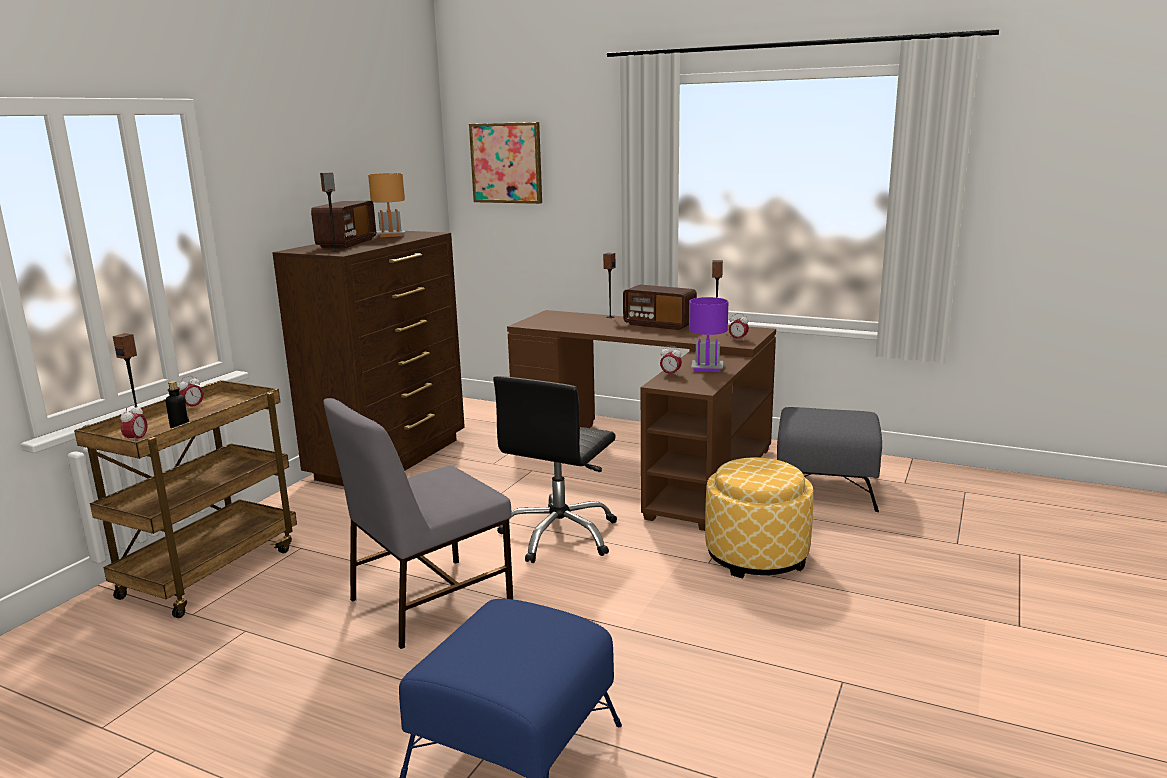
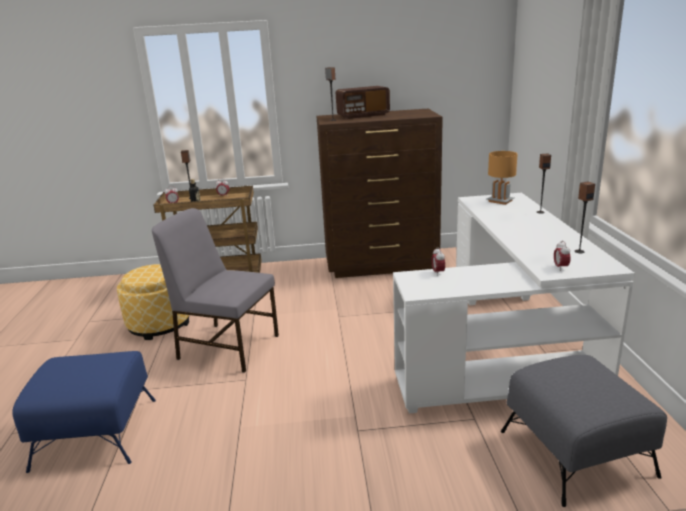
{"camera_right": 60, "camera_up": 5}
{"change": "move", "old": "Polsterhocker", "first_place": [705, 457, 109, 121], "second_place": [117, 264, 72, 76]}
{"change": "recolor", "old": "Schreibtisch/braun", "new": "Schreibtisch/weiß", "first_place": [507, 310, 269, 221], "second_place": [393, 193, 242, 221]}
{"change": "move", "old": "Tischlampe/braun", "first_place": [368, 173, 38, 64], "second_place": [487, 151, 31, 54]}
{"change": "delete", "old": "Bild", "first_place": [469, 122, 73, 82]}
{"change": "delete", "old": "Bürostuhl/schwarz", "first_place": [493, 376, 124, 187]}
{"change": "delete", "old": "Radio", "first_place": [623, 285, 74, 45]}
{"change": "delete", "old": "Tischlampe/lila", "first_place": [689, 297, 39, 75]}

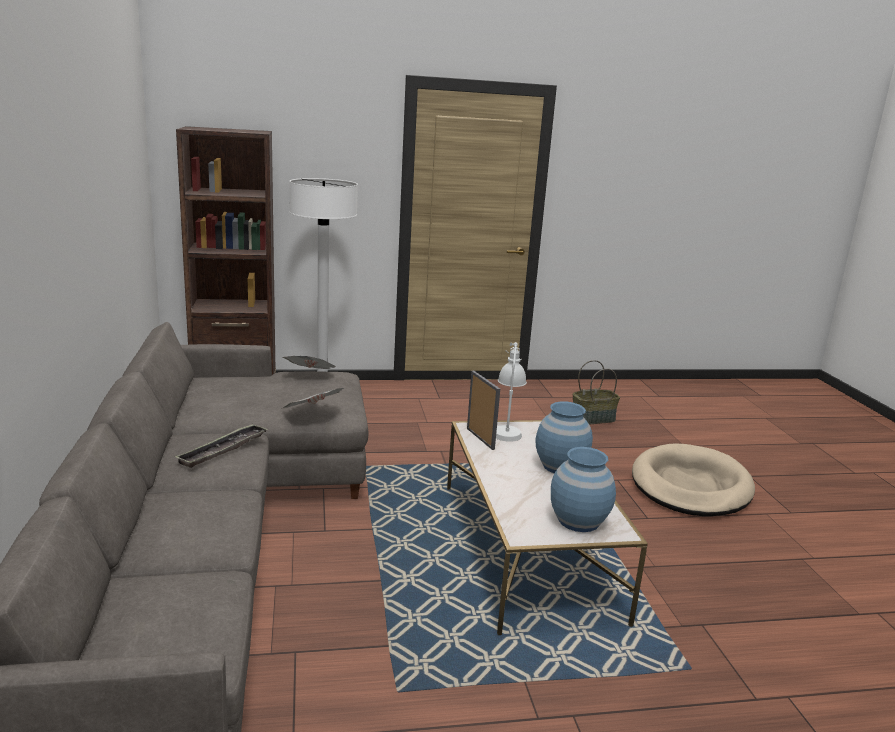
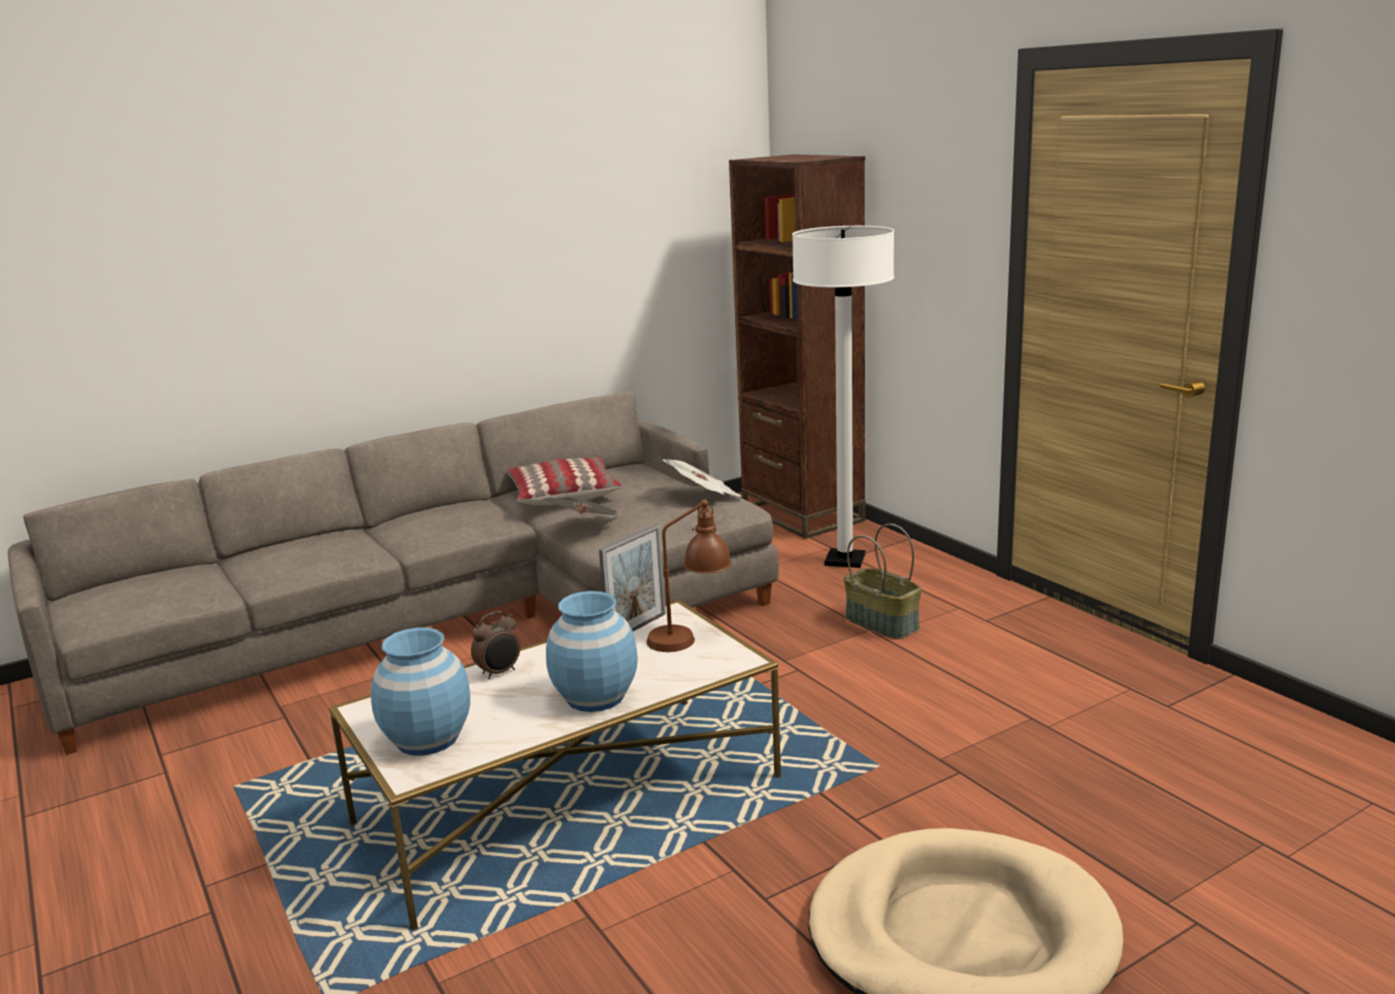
{"camera_right": 70, "camera_up": 0}
{"change": "insert", "new": "Wecker", "second_place": [471, 611, 49, 69]}
{"change": "insert", "new": "Kissen", "second_place": [506, 457, 116, 48]}
{"change": "recolor", "old": "Tischlampe/weiß", "new": "Tischlampe/braun", "first_place": [496, 342, 31, 100], "second_place": [646, 498, 86, 154]}
{"change": "move", "old": "Korb", "first_place": [573, 360, 47, 64], "second_place": [844, 524, 78, 115]}
{"change": "delete", "old": "Tablett", "first_place": [175, 424, 93, 44]}

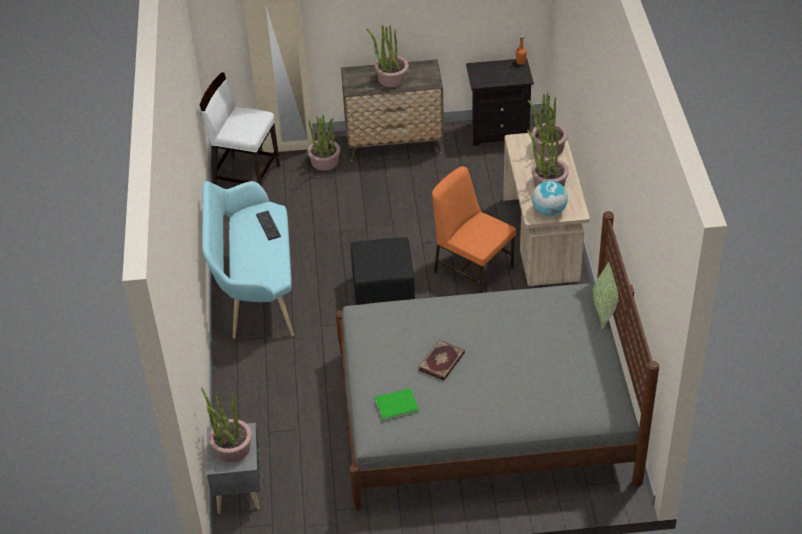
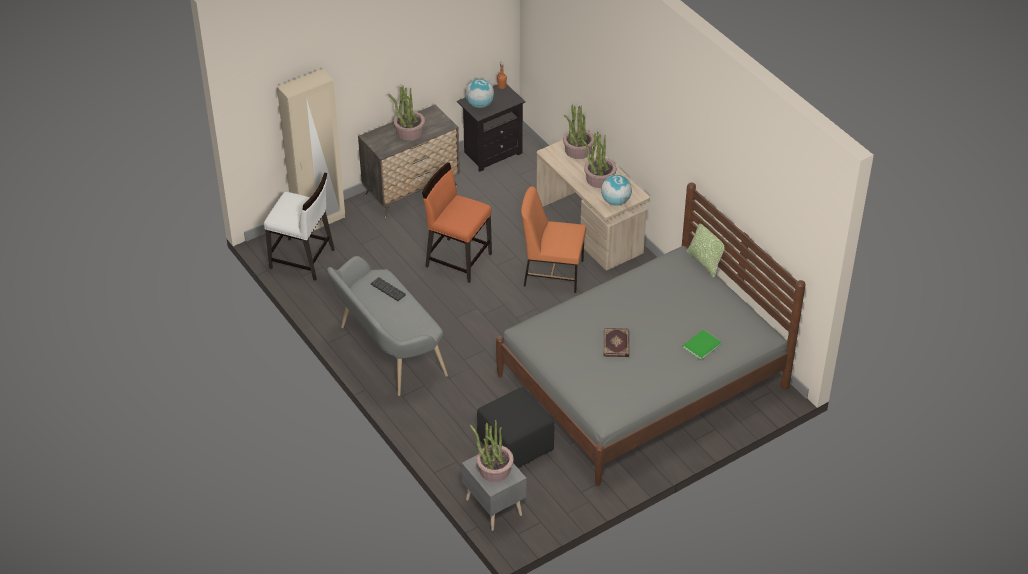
{"camera_right": -30, "camera_up": 0}
{"change": "rotate", "old": "Stuhl/weiß", "first_place": [200, 72, 80, 115], "second_place": [264, 172, 71, 109], "degrees": -150}
{"change": "recolor", "old": "Bank/türkis", "new": "Bank/grau", "first_place": [202, 181, 92, 158], "second_place": [327, 256, 121, 140]}
{"change": "insert", "new": "Stuhl/orange", "second_place": [422, 162, 70, 121]}
{"change": "insert", "new": "Globus", "second_place": [465, 79, 29, 29]}
{"change": "move", "old": "Polsterhocker/schwarz", "first_place": [351, 237, 64, 68], "second_place": [477, 387, 77, 81]}
{"change": "move", "old": "Buch/grün", "first_place": [375, 388, 44, 33], "second_place": [682, 330, 39, 30]}
{"change": "delete", "old": "Topfpflanze", "first_place": [307, 115, 33, 56]}

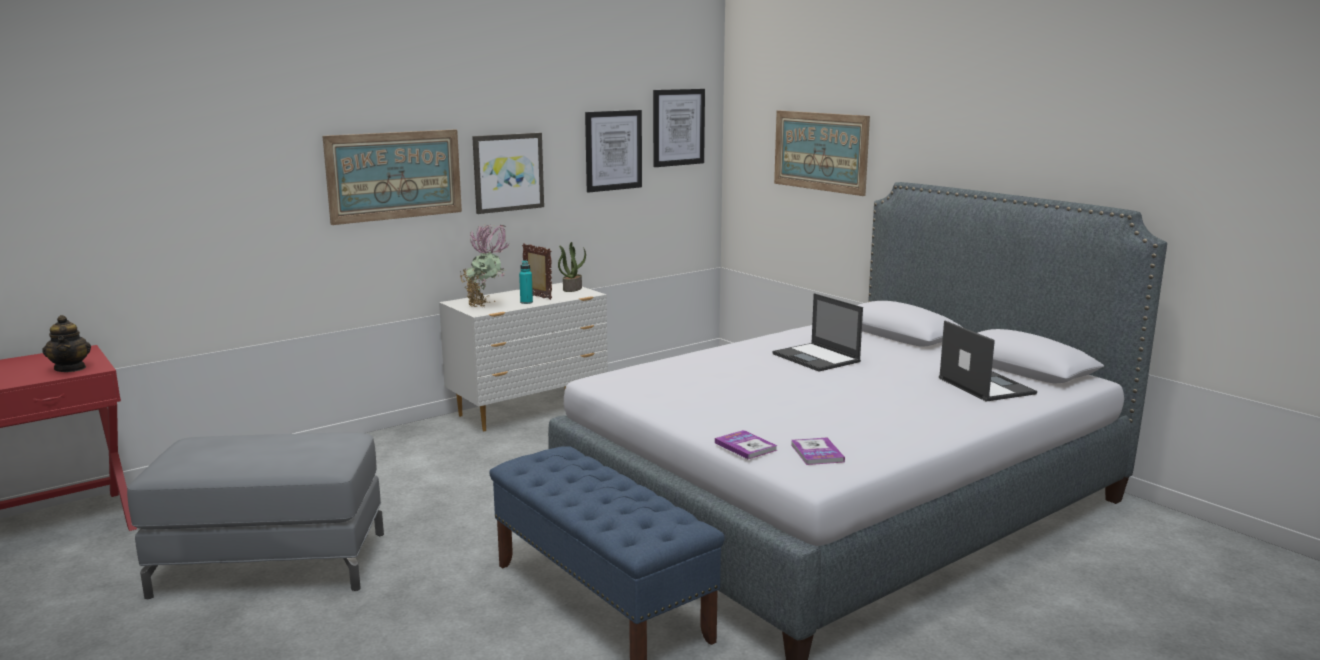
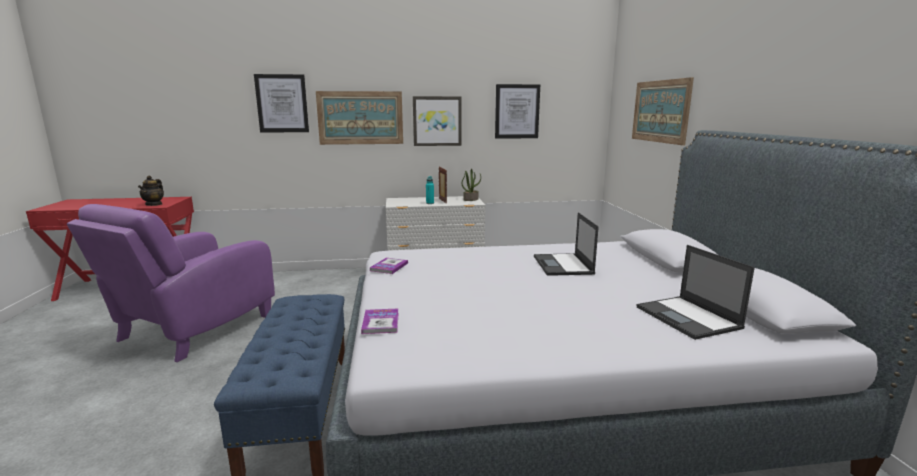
{"camera_right": 30, "camera_up": 0}
{"change": "replace", "old": "Polsterhocker/grau", "new": "Sessel/lila", "first_place": [127, 433, 257, 166], "second_place": [67, 204, 208, 158]}
{"change": "move", "old": "Bild", "first_place": [653, 89, 52, 78], "second_place": [254, 74, 55, 59]}
{"change": "move", "old": "Buch", "first_place": [791, 438, 54, 27], "second_place": [369, 258, 39, 16]}
{"change": "rotate", "old": "Laptop", "first_place": [939, 321, 98, 81], "second_place": [637, 245, 118, 95], "degrees": 150}
{"change": "delete", "old": "Topfpflanze", "first_place": [460, 225, 50, 82]}

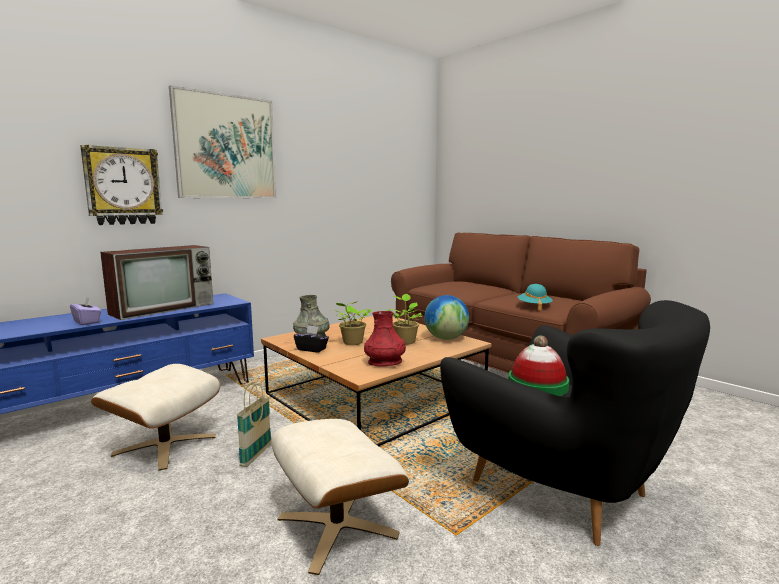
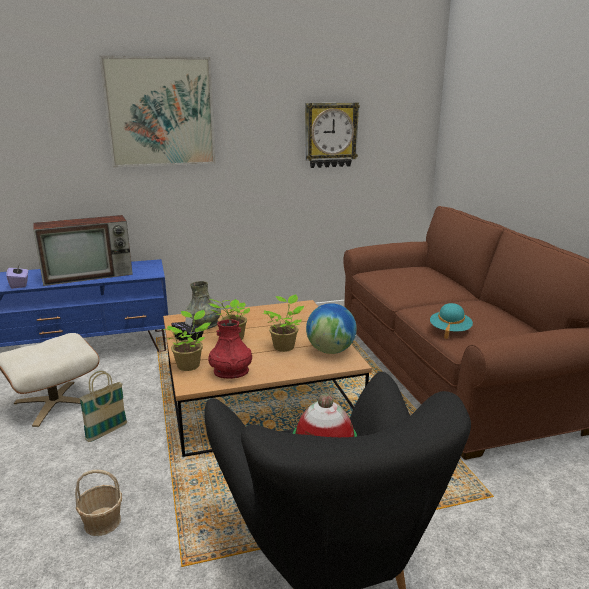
{"camera_right": 25, "camera_up": 10}
{"change": "replace", "old": "Polsterhocker/beige", "new": "Korb", "first_place": [271, 419, 138, 156], "second_place": [75, 470, 47, 66]}
{"change": "insert", "new": "Topfpflanze", "second_place": [163, 310, 48, 61]}
{"change": "move", "old": "Wanduhr", "first_place": [80, 145, 83, 80], "second_place": [305, 103, 55, 65]}

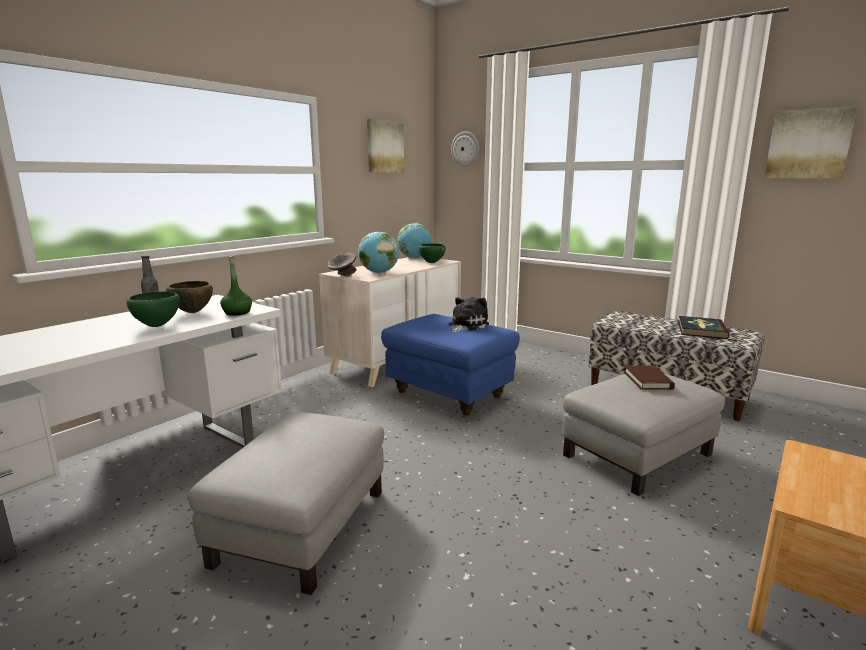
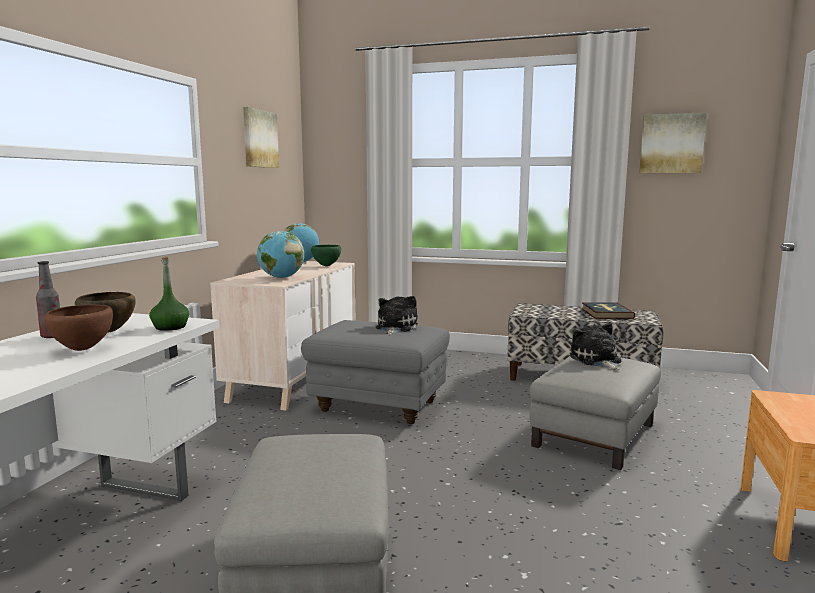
{"camera_right": -20, "camera_up": -5}
{"change": "recolor", "old": "Schüssel/grün", "new": "Schüssel/braun", "first_place": [127, 292, 53, 35], "second_place": [44, 305, 69, 46]}
{"change": "recolor", "old": "Polsterhocker/blau", "new": "Polsterhocker/grau", "first_place": [381, 314, 139, 101], "second_place": [301, 320, 149, 104]}
{"change": "replace", "old": "Buch/braun", "new": "Plüschtier", "first_place": [624, 365, 51, 25], "second_place": [570, 323, 51, 47]}
{"change": "delete", "old": "Schüssel/grau", "first_place": [327, 253, 30, 24]}
{"change": "delete", "old": "Wanduhr", "first_place": [451, 131, 28, 36]}

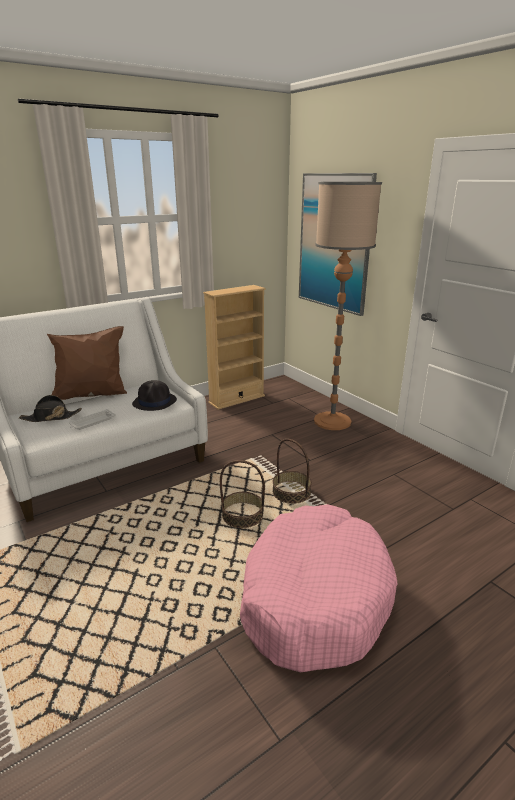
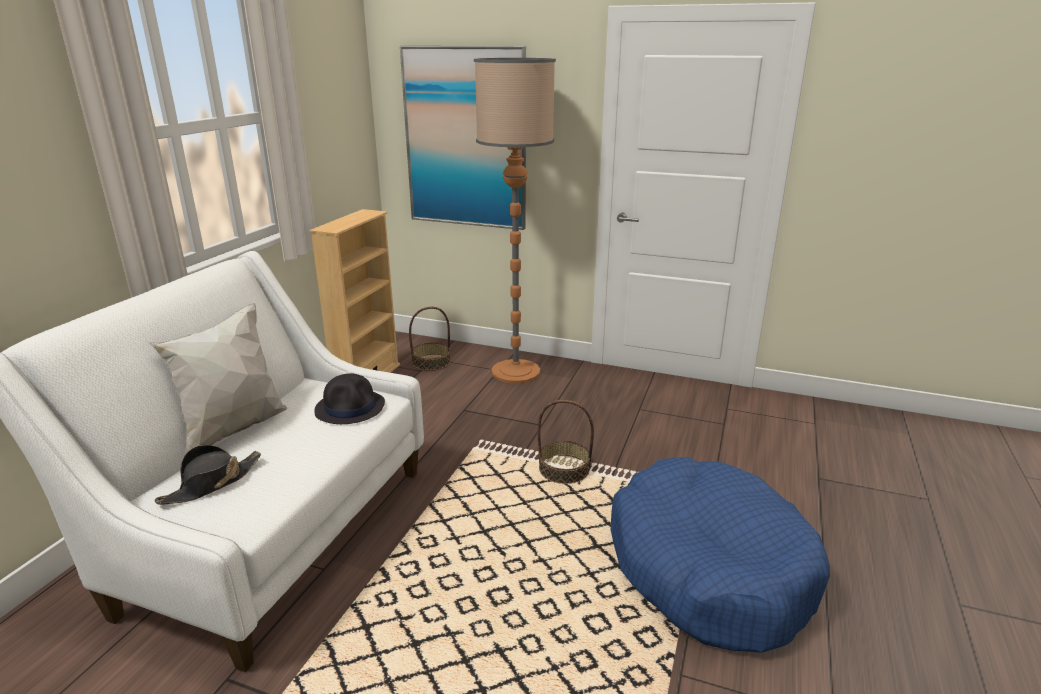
{"camera_right": -35, "camera_up": 0}
{"change": "recolor", "old": "Kissen/braun", "new": "Kissen/weiß", "first_place": [47, 326, 80, 74], "second_place": [149, 303, 138, 153]}
{"change": "move", "old": "Korb", "first_place": [220, 460, 45, 68], "second_place": [409, 307, 42, 64]}
{"change": "recolor", "old": "Hundebett/rosa", "new": "Hundebett/blau", "first_place": [240, 504, 158, 169], "second_place": [611, 457, 219, 195]}
{"change": "delete", "old": "Tablett/weiß", "first_place": [69, 409, 47, 21]}

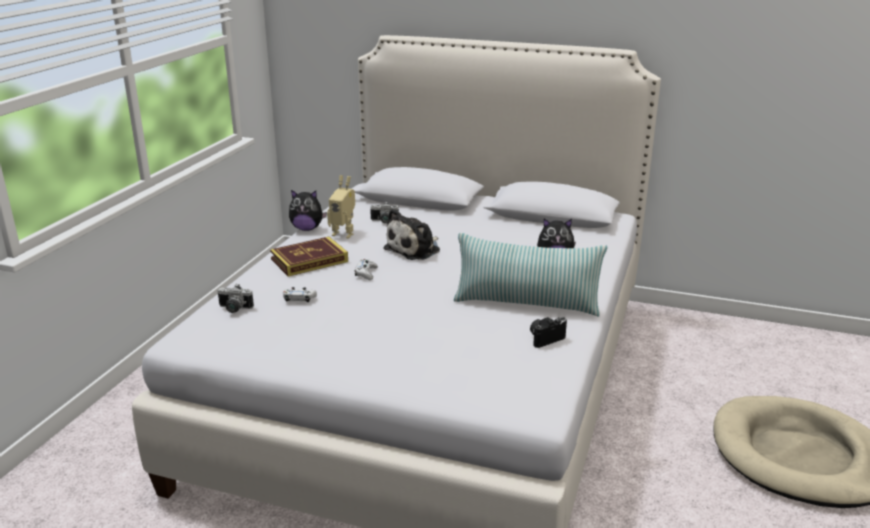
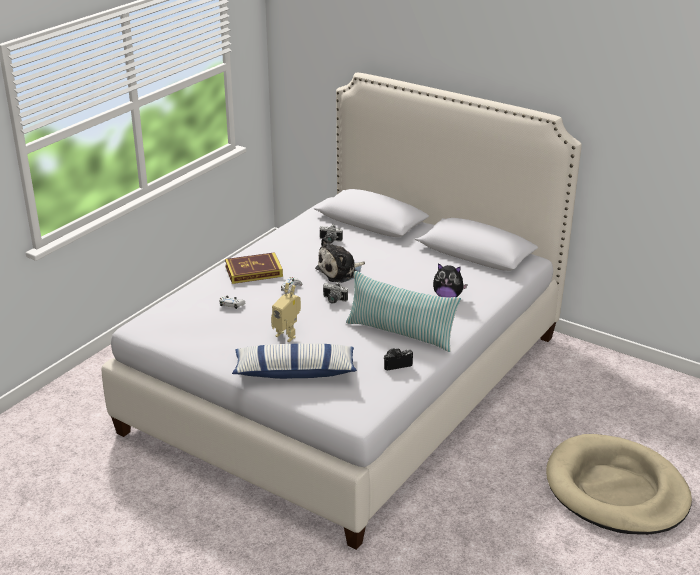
{"camera_right": 15, "camera_up": 5}
{"change": "insert", "new": "Kissen", "second_place": [232, 343, 125, 36]}
{"change": "move", "old": "Spielzeugroboter", "first_place": [327, 175, 28, 64], "second_place": [271, 283, 30, 59]}
{"change": "move", "old": "Kamera", "first_place": [218, 284, 36, 29], "second_place": [323, 282, 25, 21]}
{"change": "delete", "old": "Plüschtier", "first_place": [289, 190, 38, 41]}

